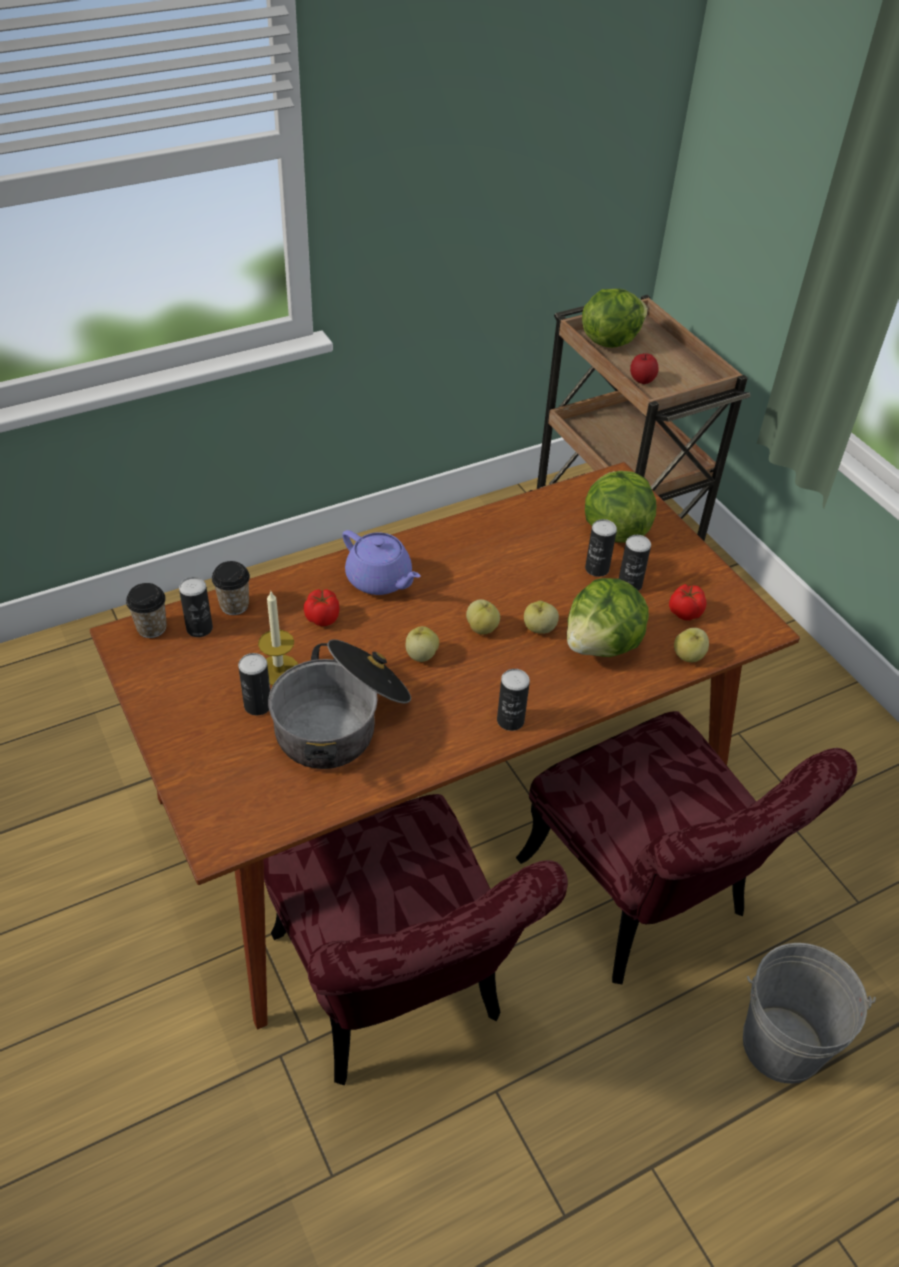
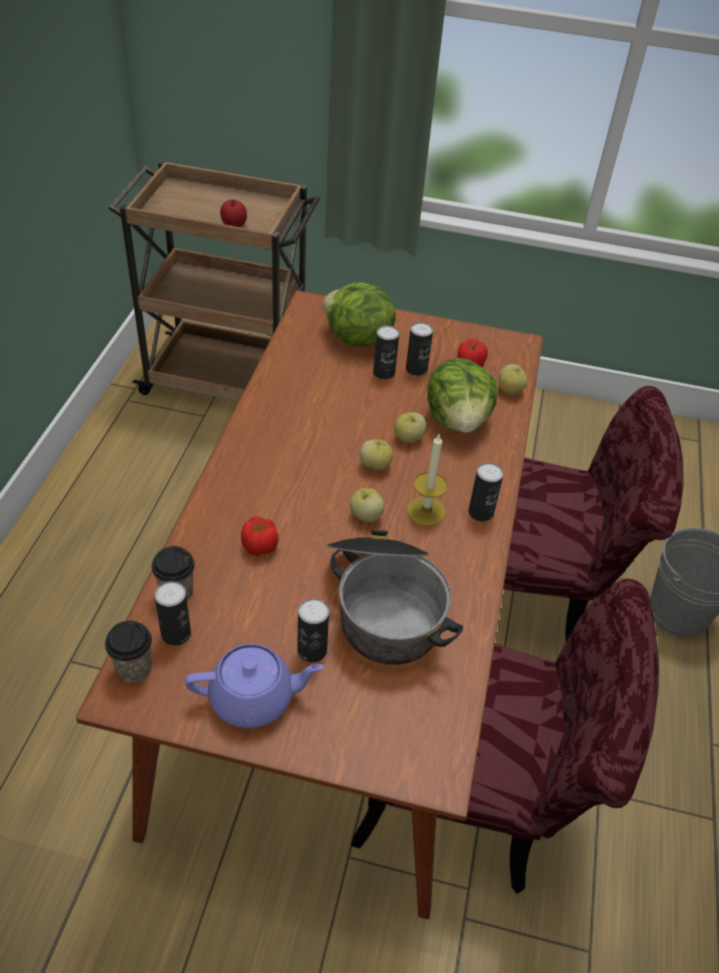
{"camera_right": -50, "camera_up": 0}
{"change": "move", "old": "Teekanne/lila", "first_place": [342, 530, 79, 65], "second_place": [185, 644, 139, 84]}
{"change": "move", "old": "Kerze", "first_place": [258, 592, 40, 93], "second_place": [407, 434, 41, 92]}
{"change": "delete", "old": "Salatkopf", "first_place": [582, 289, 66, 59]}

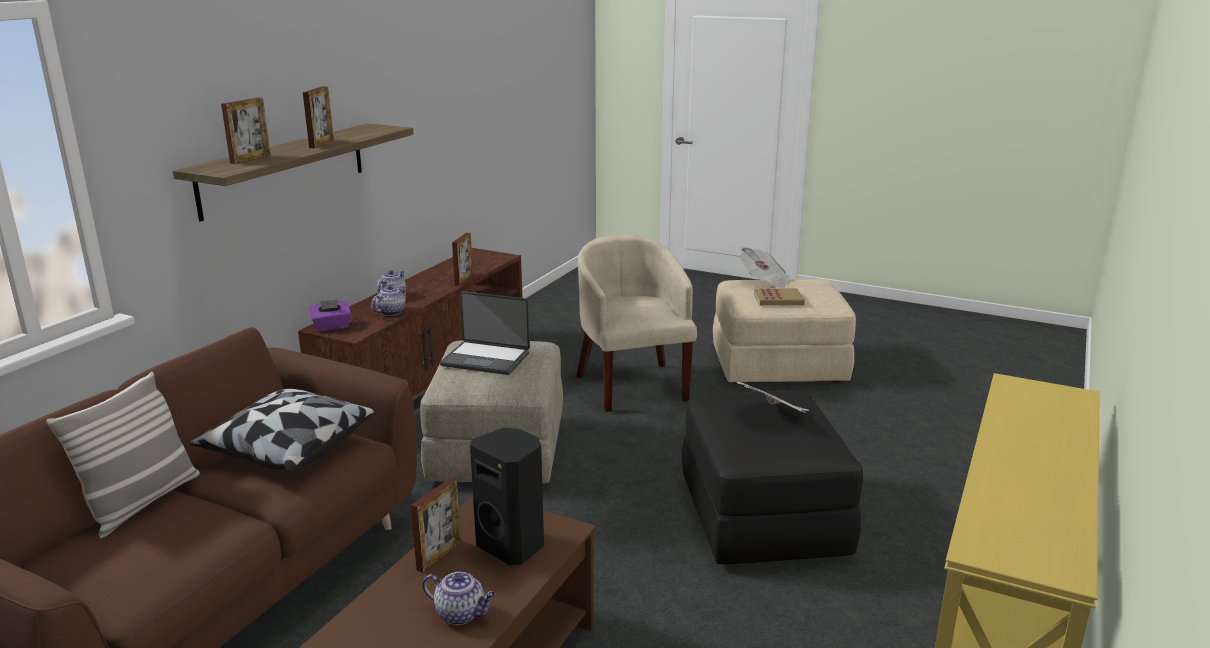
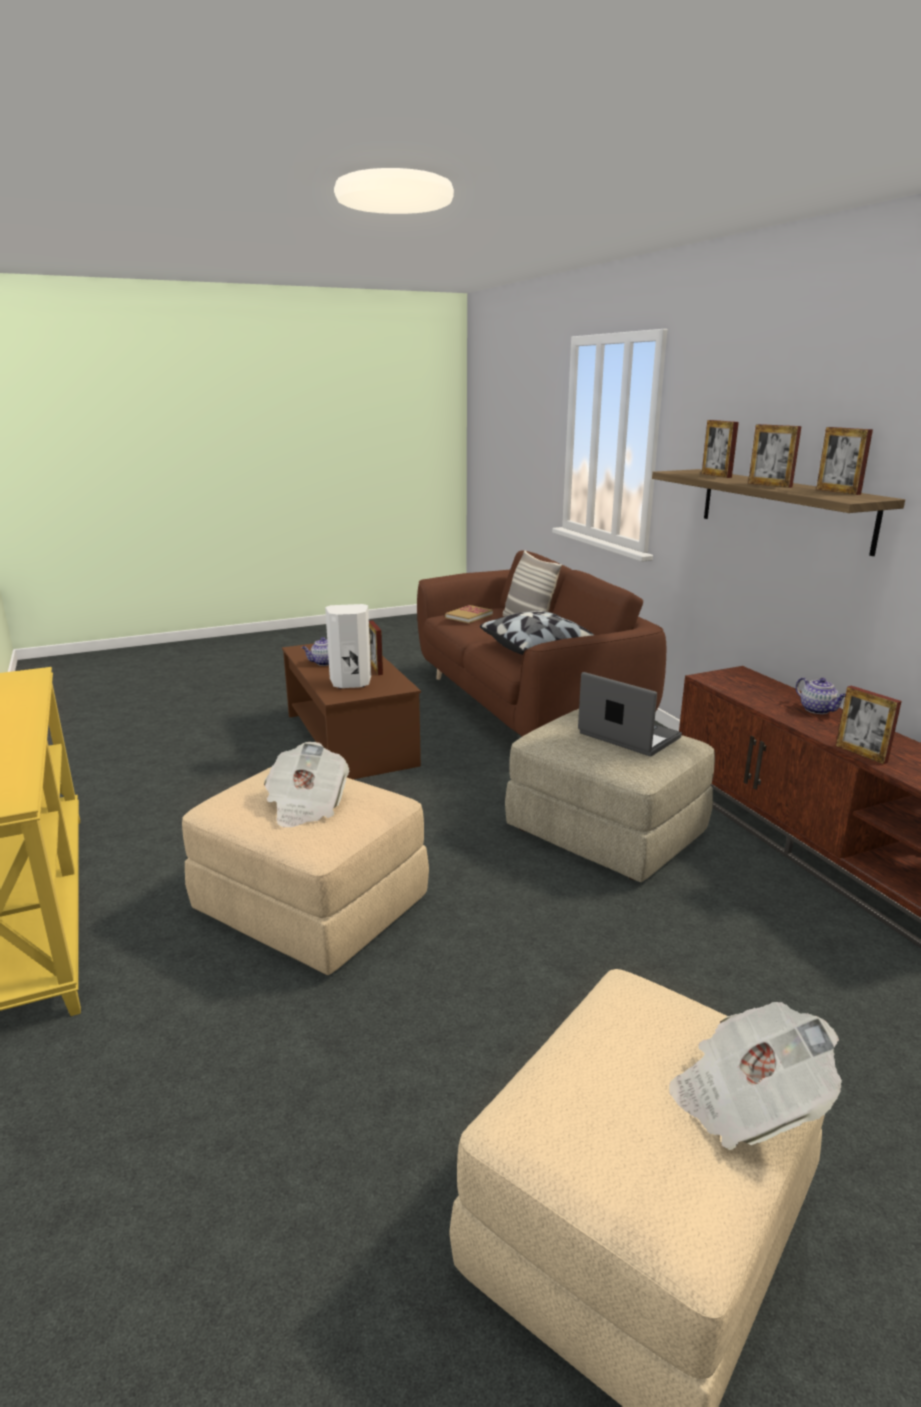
{"camera_right": 130, "camera_up": 0}
{"change": "recolor", "old": "Polsterhocker/schwarz", "new": "Polsterhocker/beige", "first_place": [682, 390, 181, 174], "second_place": [182, 767, 247, 208]}
{"change": "recolor", "old": "Lautsprecher/schwarz", "new": "Lautsprecher/weiß", "first_place": [470, 428, 74, 137], "second_place": [325, 604, 46, 85]}
{"change": "move", "old": "Buch", "first_place": [754, 288, 51, 18], "second_place": [445, 605, 48, 18]}
{"change": "rotate", "old": "Laptop", "first_place": [440, 291, 90, 84], "second_place": [578, 672, 104, 84], "degrees": 75}
{"change": "insert", "new": "Bilderrahmen", "second_place": [816, 427, 57, 68]}
{"change": "delete", "old": "Taschentuchbox/lila", "first_place": [309, 299, 42, 32]}
{"change": "delete", "old": "Teekanne", "first_place": [371, 285, 37, 31]}
{"change": "delete", "old": "Sessel/beige", "first_place": [576, 234, 121, 178]}

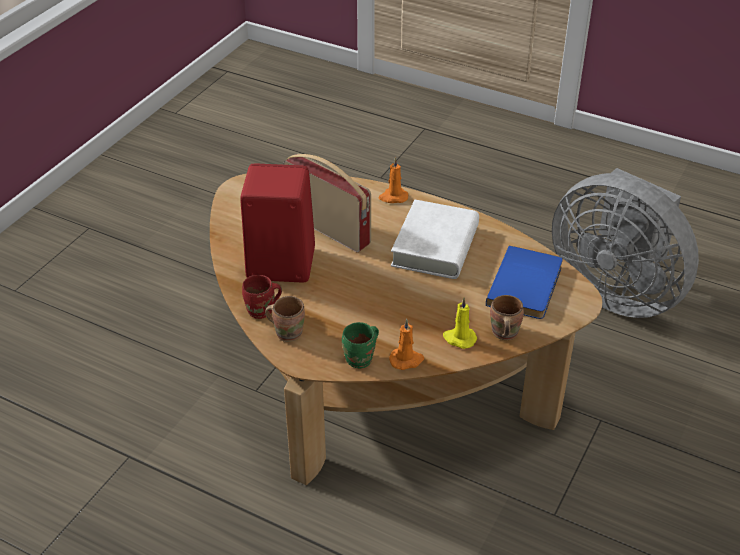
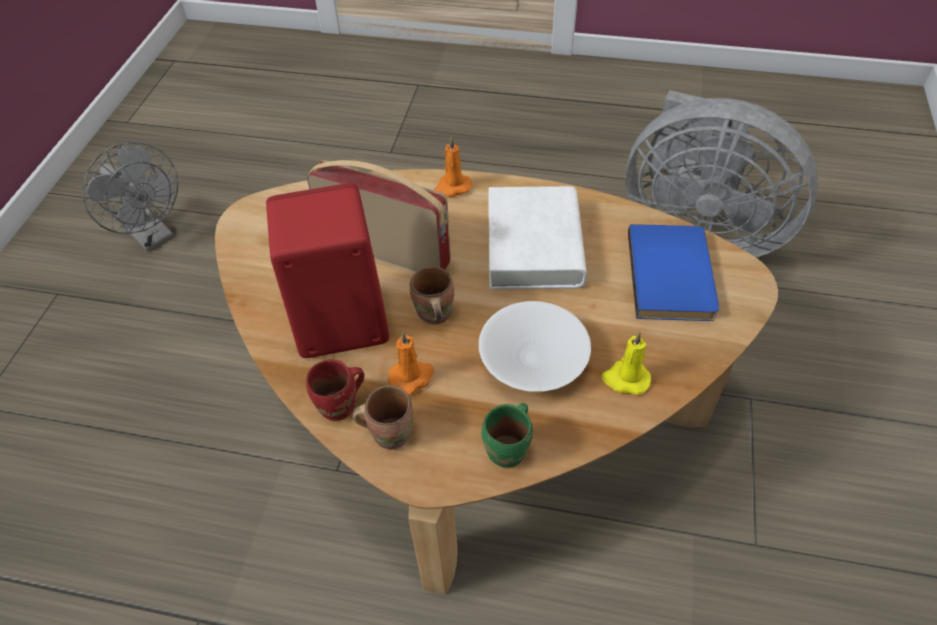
{"camera_right": -15, "camera_up": 10}
{"change": "insert", "new": "Ventilator/grau", "second_place": [82, 142, 96, 109]}
{"change": "move", "old": "Kerze/orange", "first_place": [389, 319, 35, 51], "second_place": [388, 331, 46, 64]}
{"change": "move", "old": "Henkelbecher/braun", "first_place": [490, 295, 34, 45], "second_place": [410, 267, 44, 58]}
{"change": "insert", "new": "Schüssel/weiß", "second_place": [479, 301, 112, 91]}

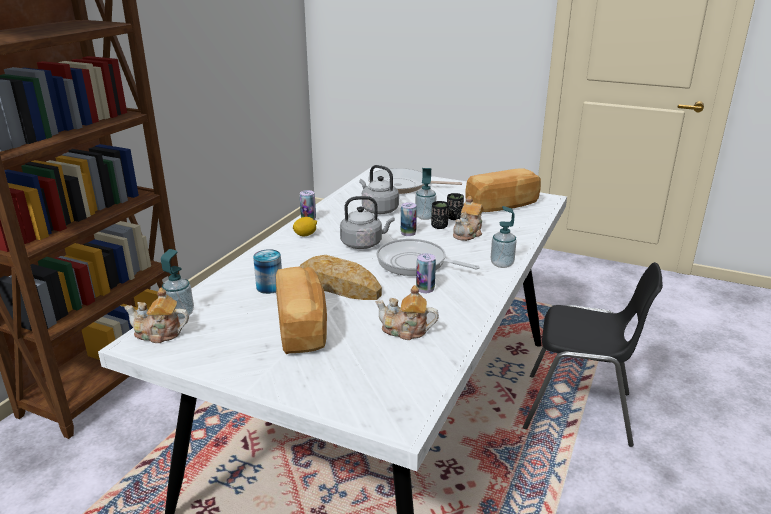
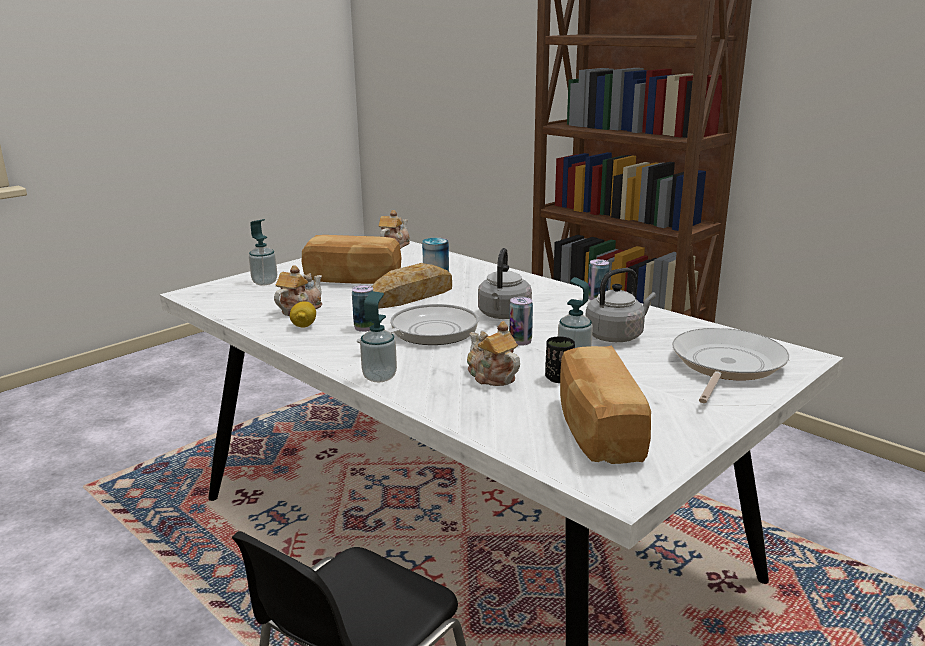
{"camera_right": 110, "camera_up": -5}
{"change": "move", "old": "Seifenspender", "first_place": [161, 249, 33, 70], "second_place": [249, 219, 28, 66]}
{"change": "move", "old": "Zitrone", "first_place": [293, 217, 24, 20], "second_place": [290, 301, 26, 27]}
{"change": "delete", "old": "Tasse/schwarz", "first_place": [431, 201, 18, 28]}

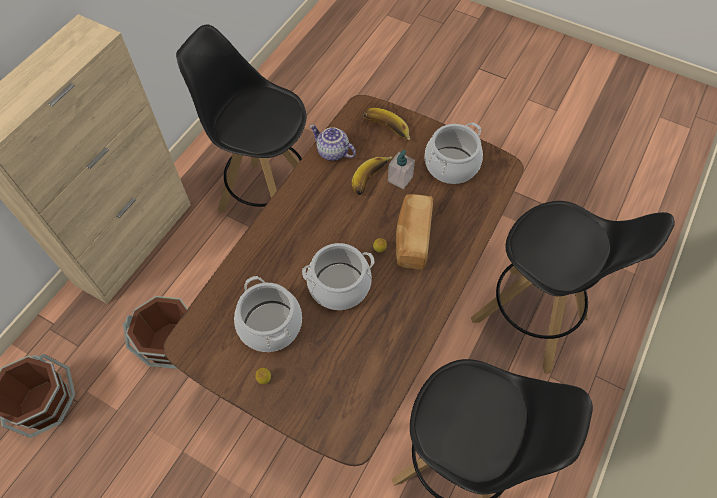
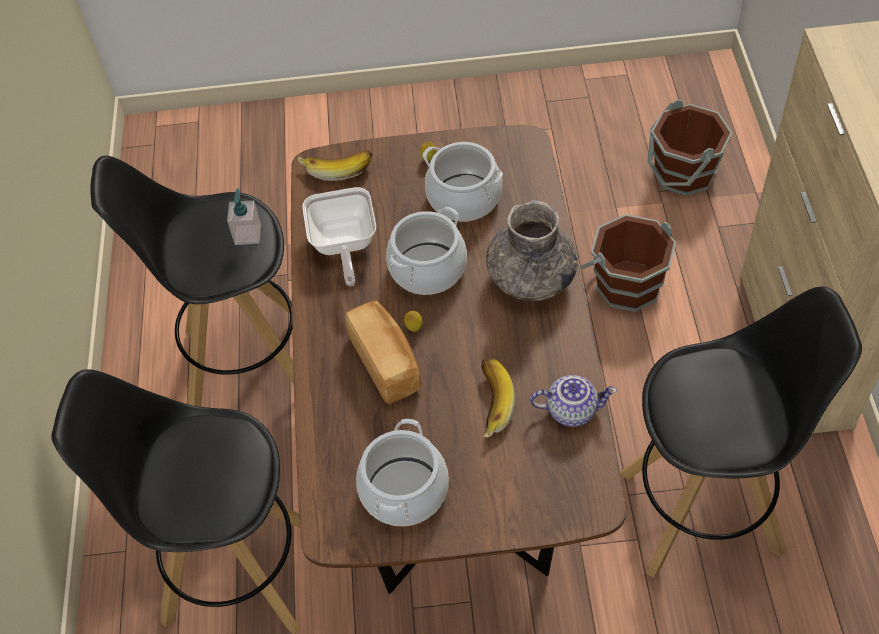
{"camera_right": 150, "camera_up": -5}
{"change": "move", "old": "Seifenspender", "first_place": [388, 150, 27, 39], "second_place": [227, 189, 34, 56]}
{"change": "move", "old": "Banane", "first_place": [363, 108, 48, 32], "second_place": [298, 150, 74, 31]}
{"change": "insert", "new": "Pfanne", "second_place": [302, 187, 74, 100]}
{"change": "insert", "new": "Vase/grau", "second_place": [486, 200, 92, 101]}

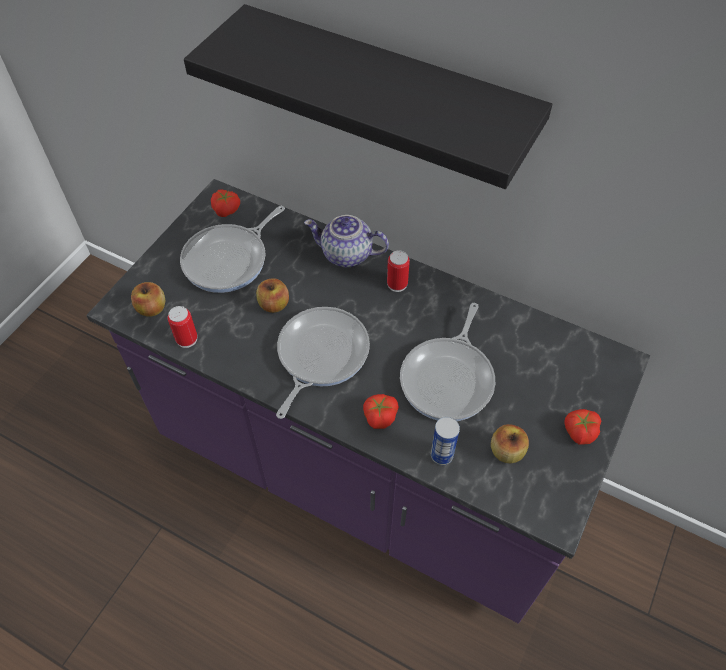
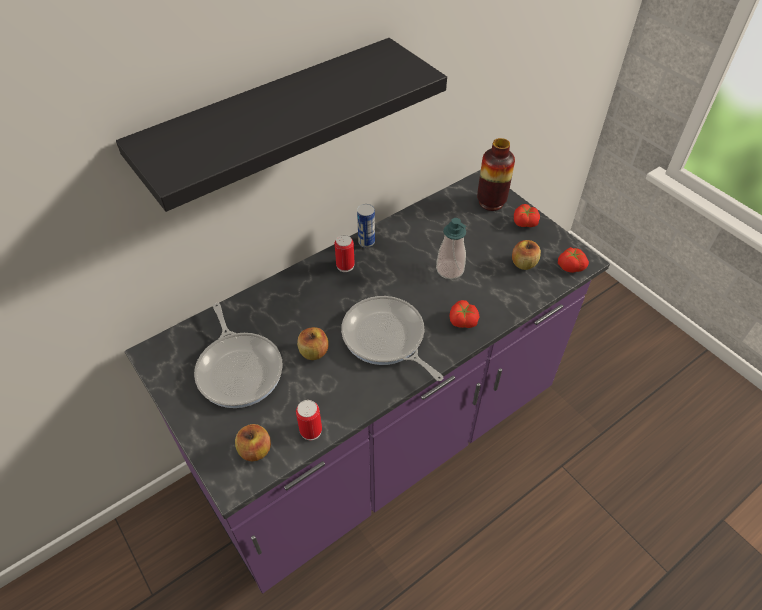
{"camera_right": -65, "camera_up": -5}
{"change": "move", "old": "Dose", "first_place": [431, 417, 29, 48], "second_place": [357, 204, 18, 44]}
{"change": "replace", "old": "Pfanne", "new": "Seifenspender", "first_place": [400, 303, 95, 118], "second_place": [436, 218, 30, 61]}
{"change": "insert", "new": "Vase", "second_place": [477, 138, 38, 73]}
{"change": "move", "old": "Tomate", "first_place": [211, 189, 29, 28], "second_place": [558, 247, 31, 26]}
{"change": "delete", "old": "Teekanne", "first_place": [304, 215, 85, 53]}

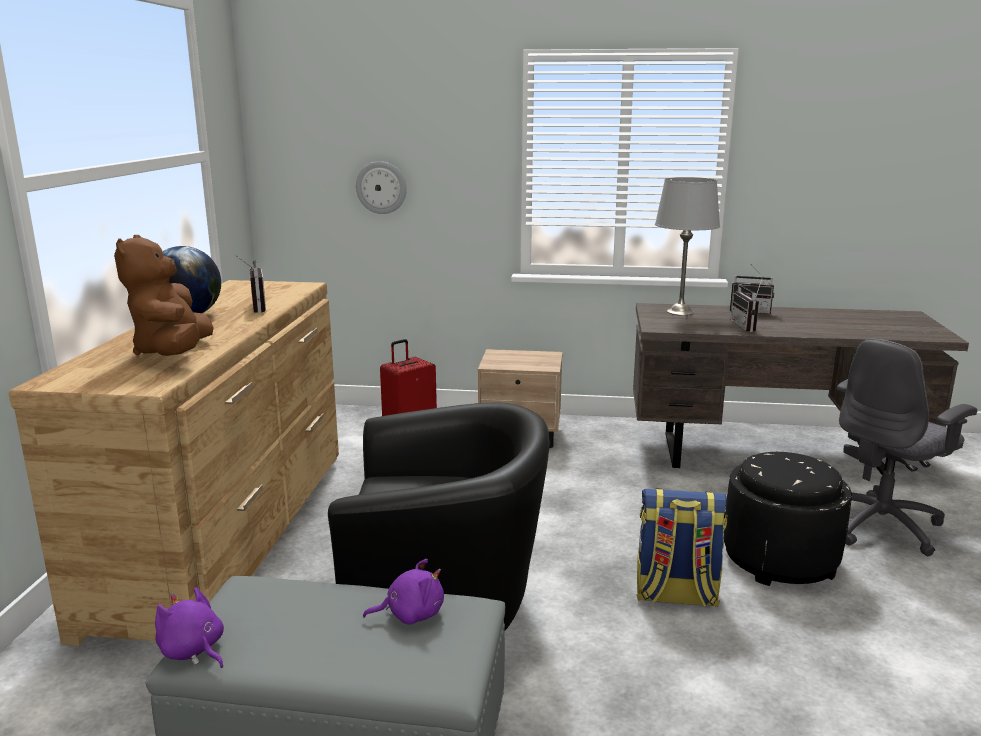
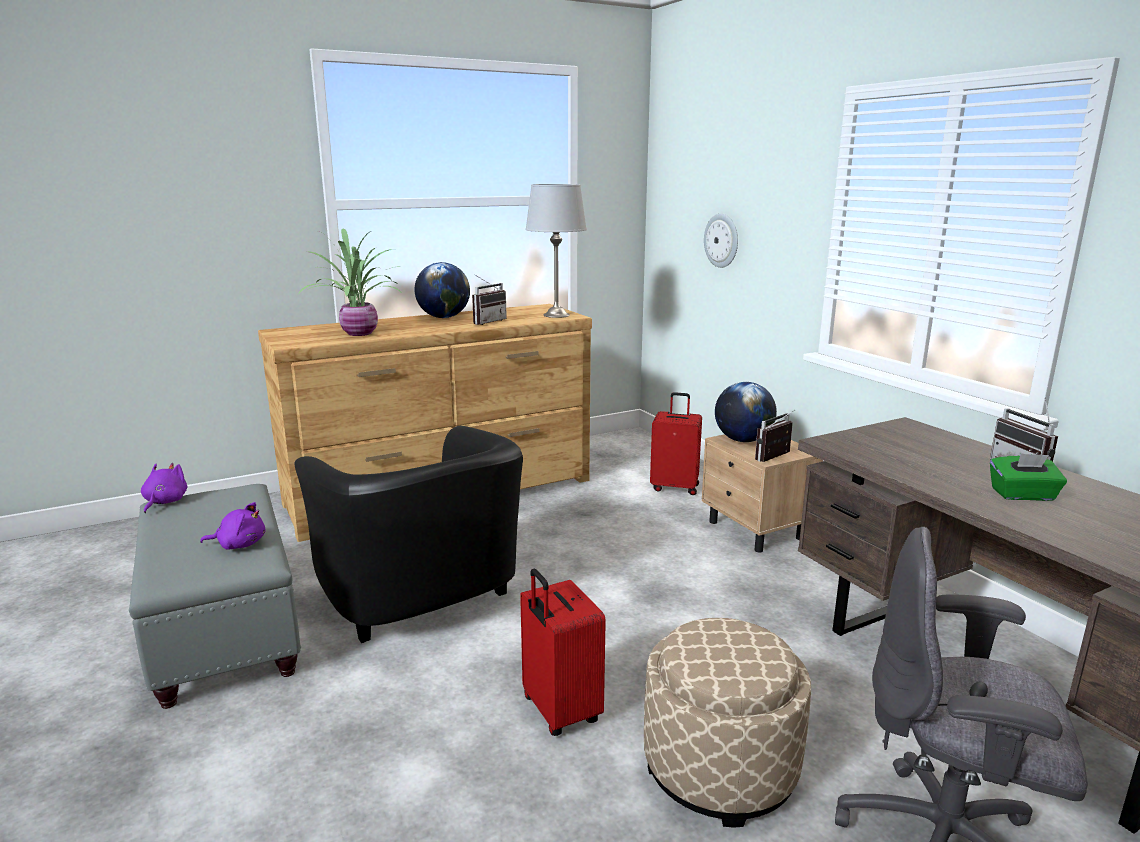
{"camera_right": 55, "camera_up": 0}
{"change": "rotate", "old": "Plüschtier/lila", "first_place": [363, 559, 81, 66], "second_place": [200, 502, 65, 48], "degrees": -45}
{"change": "replace", "old": "Plüschtier/braun", "new": "Topfpflanze", "first_place": [114, 235, 100, 121], "second_place": [298, 229, 104, 107]}
{"change": "replace", "old": "Rucksack", "new": "Koffer/rot", "first_place": [636, 488, 91, 119], "second_place": [520, 569, 86, 167]}
{"change": "move", "old": "Tischlampe/grau", "first_place": [655, 177, 65, 139], "second_place": [525, 184, 62, 134]}
{"change": "recolor", "old": "Polsterhocker/schwarz", "new": "Polsterhocker/beige", "first_place": [724, 452, 128, 134], "second_place": [644, 618, 167, 210]}
{"change": "insert", "new": "Globus", "second_place": [715, 382, 62, 60]}
{"change": "move", "old": "Radio", "first_place": [731, 277, 32, 55], "second_place": [755, 410, 40, 52]}
{"change": "insert", "new": "Taschentuchbox/grün", "second_place": [990, 453, 77, 48]}

